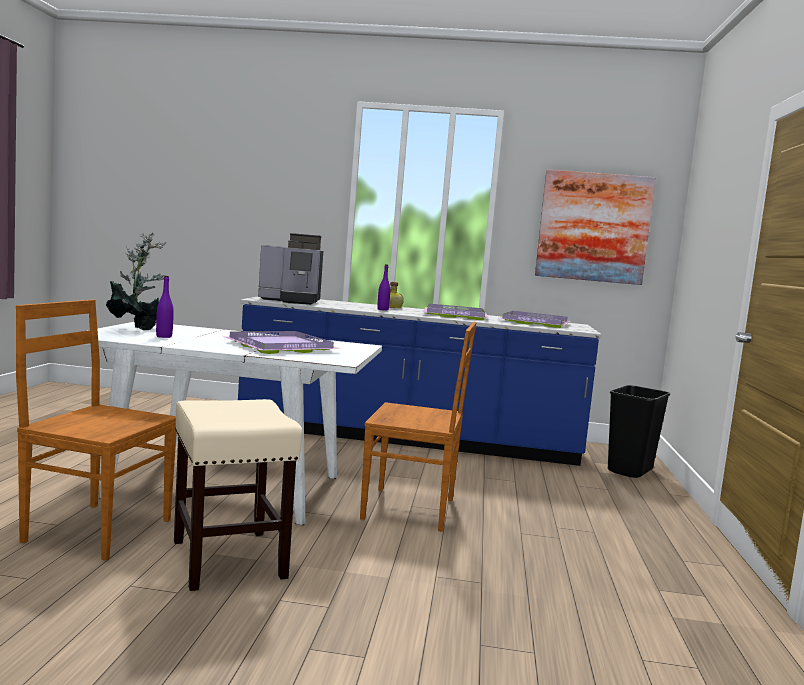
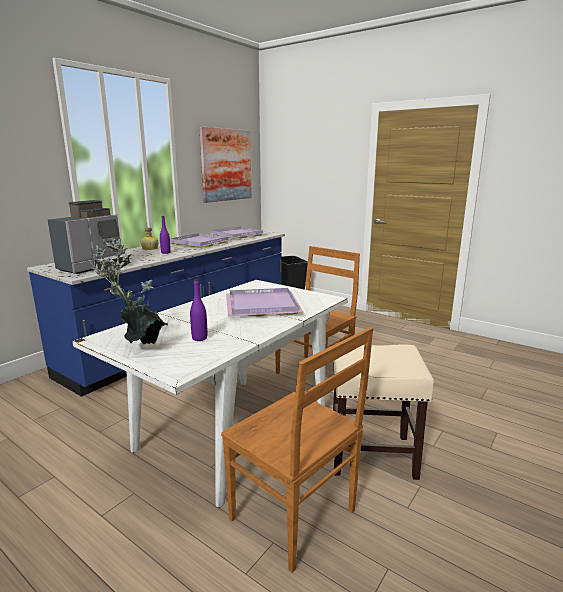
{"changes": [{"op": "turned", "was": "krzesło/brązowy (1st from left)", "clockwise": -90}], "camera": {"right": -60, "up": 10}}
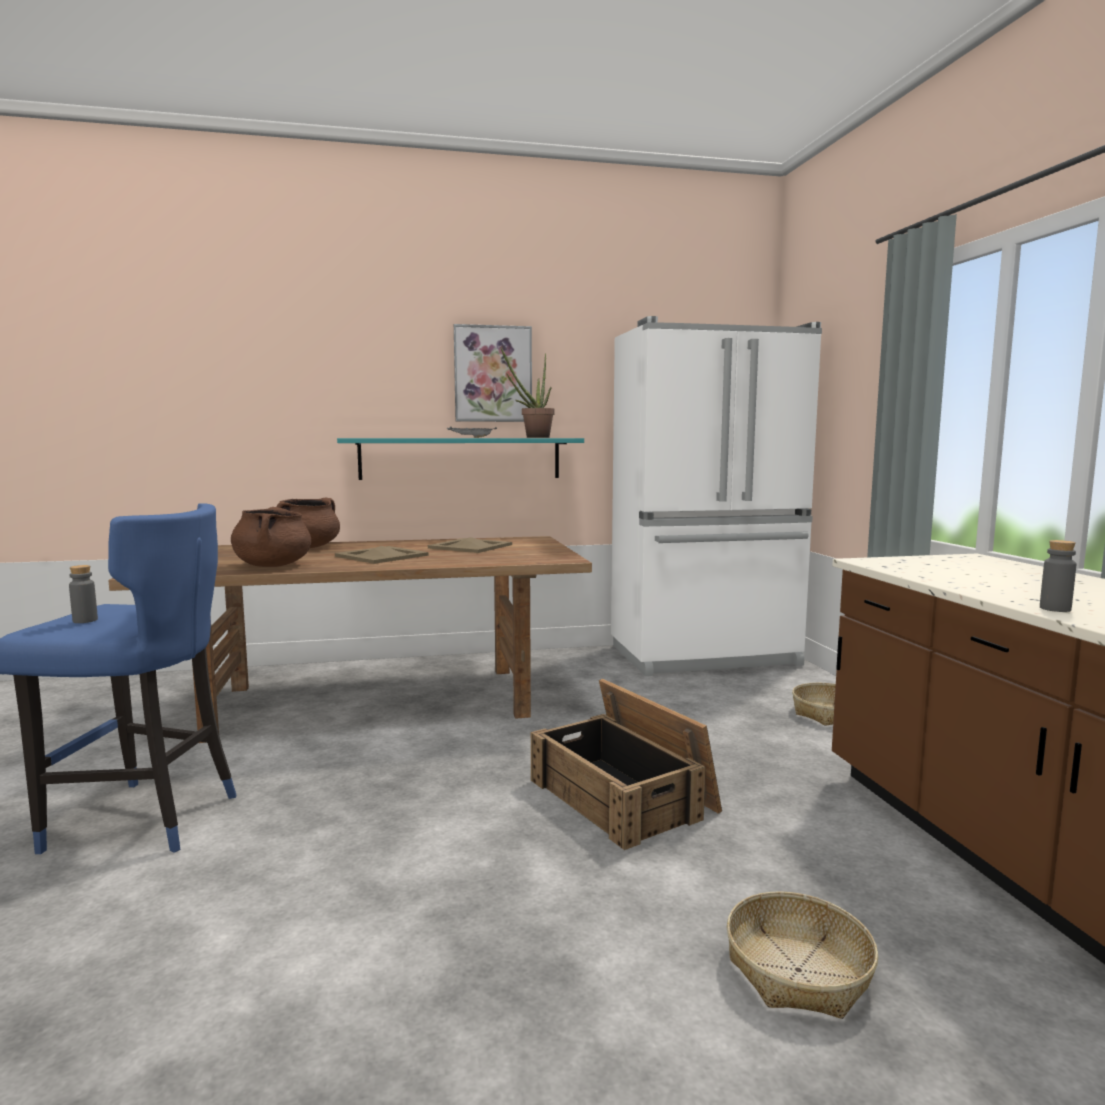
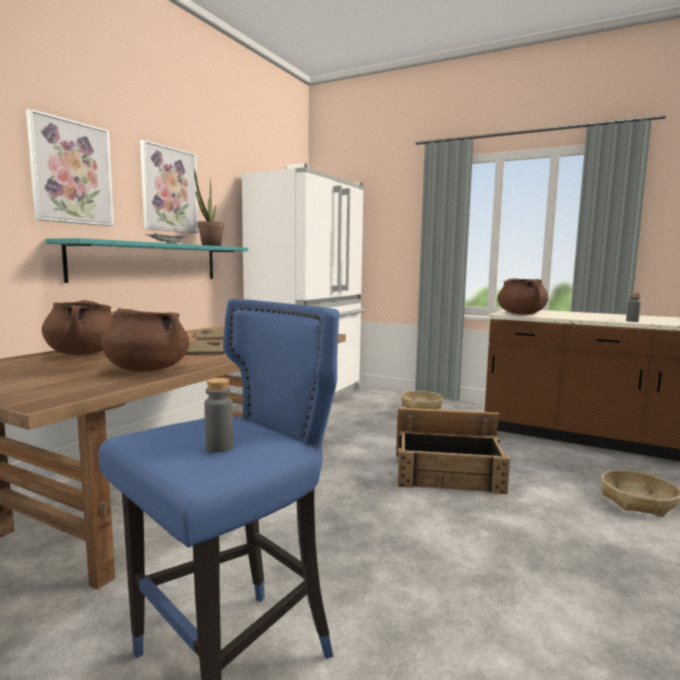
{"changes": [{"op": "added", "now": "obraz (1st from left)"}, {"op": "added", "now": "garnek/brązowy (3rd from left)"}], "camera": {"right": -50, "up": 0}}
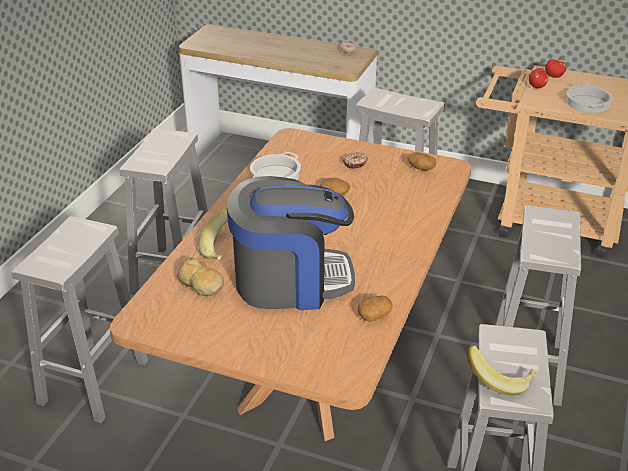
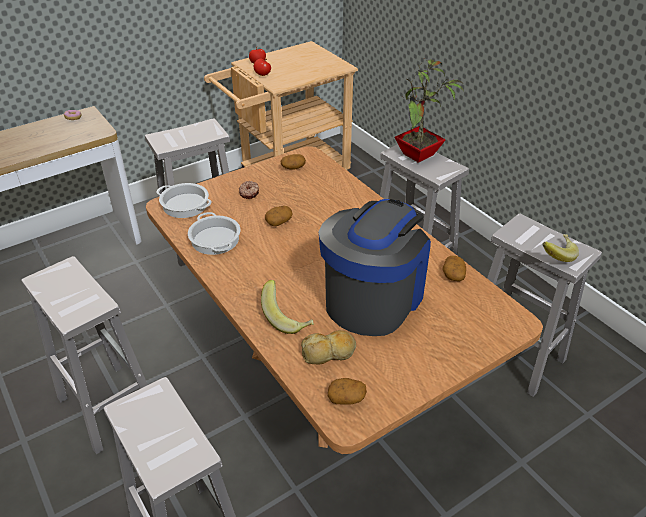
{"changes": [{"op": "moved", "was": "garnek (2nd from left in the first image)", "now": "garnek (1st from left)"}, {"op": "added", "now": "roślina doniczkowa"}, {"op": "added", "now": "ziemniak (3rd from left)"}], "camera": {"right": -55, "up": 5}}
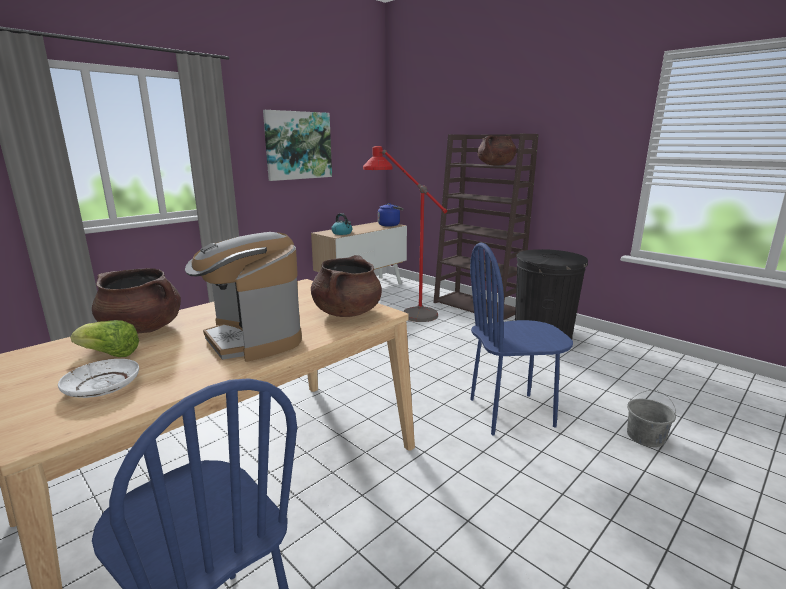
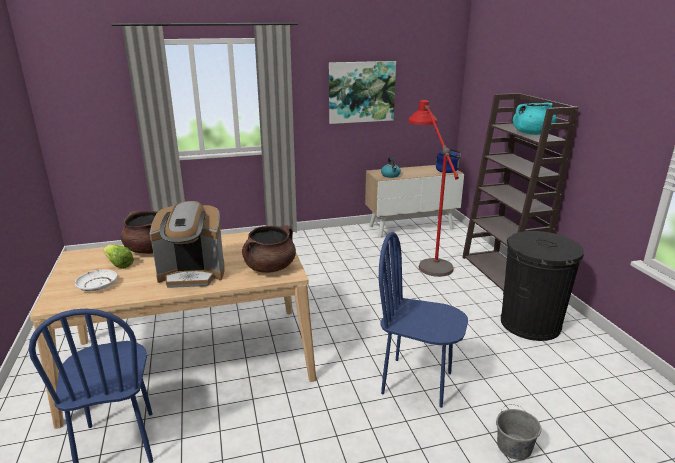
{"changes": [{"op": "recoloured", "was": "garnek/brązowy (3rd from left)", "now": "garnek/turkusowy"}, {"op": "turned", "was": "ekspres do kawy", "clockwise": -90}], "camera": {"right": 30, "up": 5}}
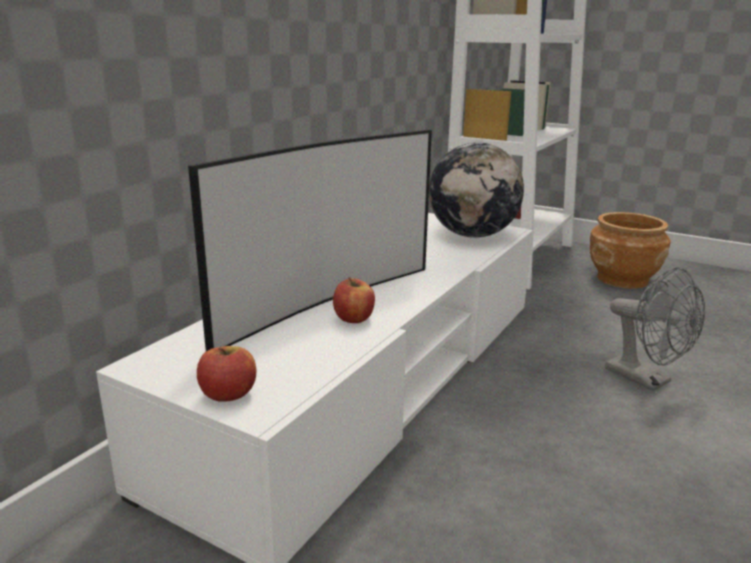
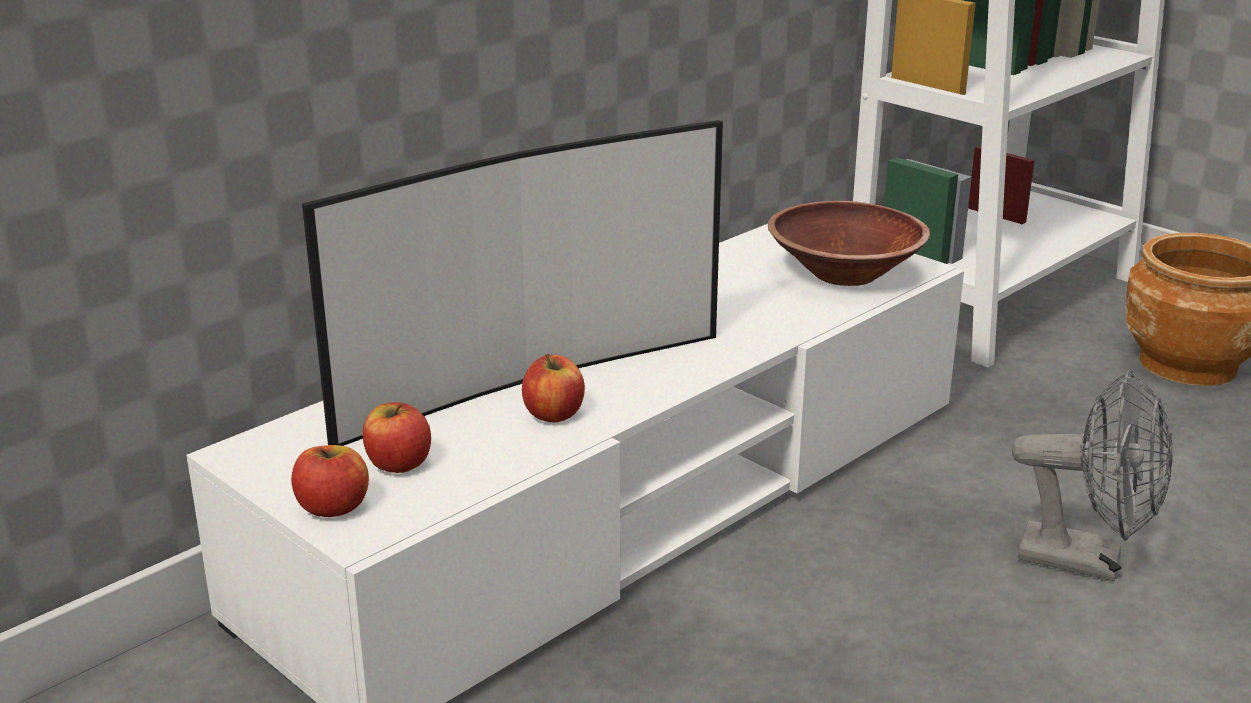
{"changes": [{"op": "replaced", "was": "globus", "now": "miska/brązowy"}, {"op": "turned", "was": "wentylator/szary", "clockwise": -45}, {"op": "added", "now": "jabłko (2nd from left)"}], "camera": {"right": 15, "up": 5}}
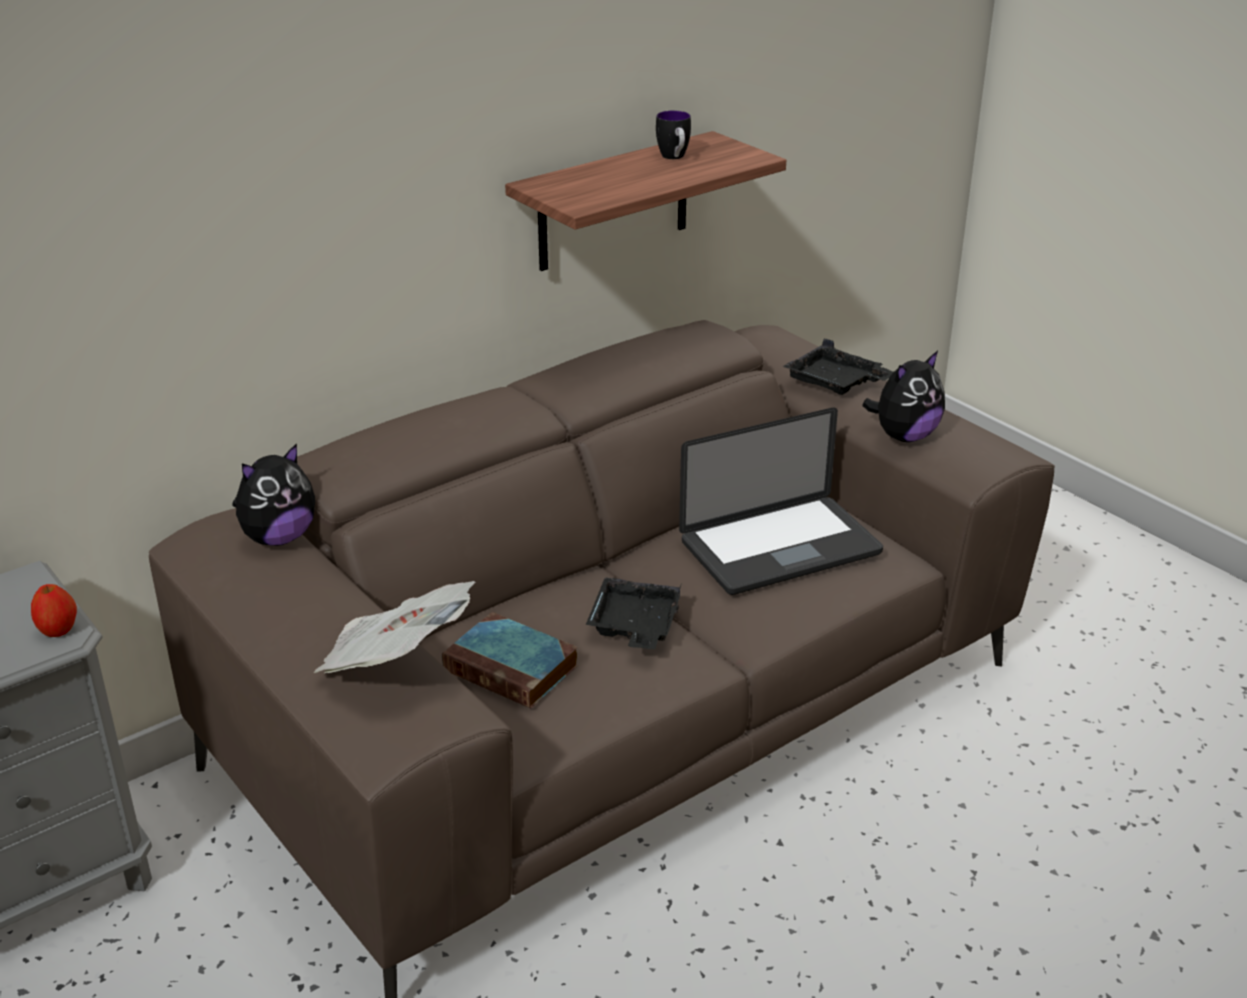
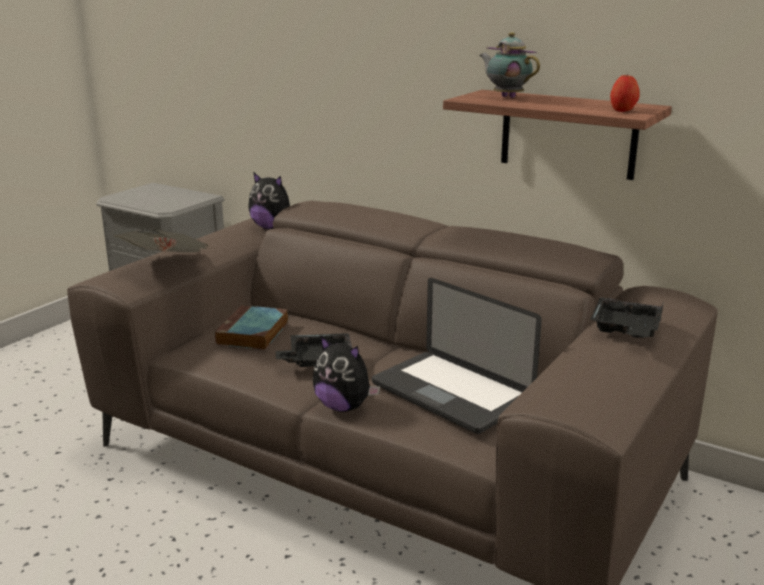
{"changes": [{"op": "removed", "was": "kubek"}, {"op": "moved", "was": "pluszak (2nd from left)"}, {"op": "moved", "was": "jabłko"}, {"op": "added", "now": "imbryk"}], "camera": {"right": 70, "up": -10}}
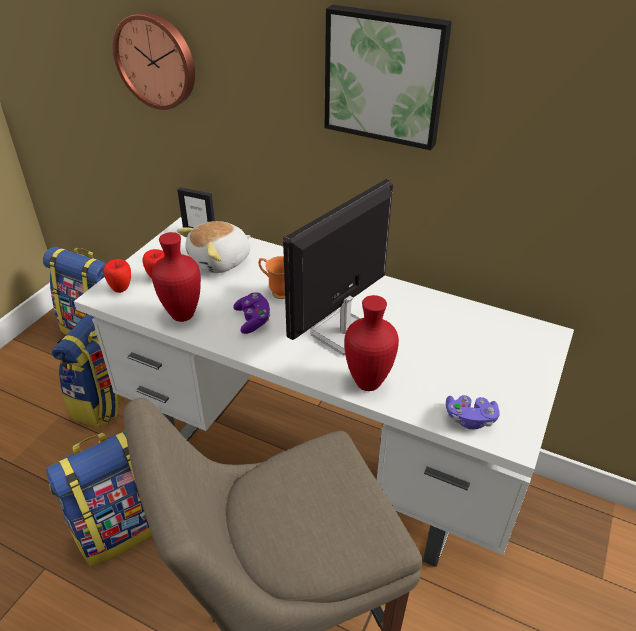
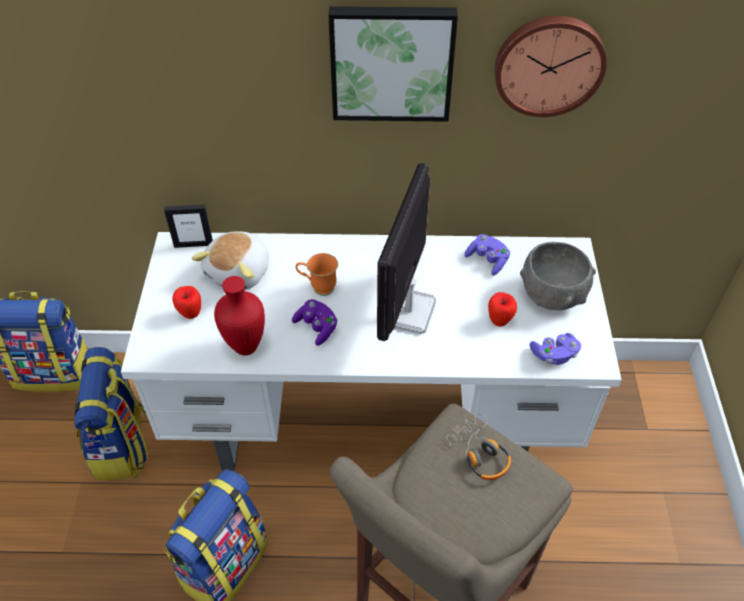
{"changes": [{"op": "moved", "was": "zegar ścienny"}, {"op": "moved", "was": "jabłko (1st from left in the first image)", "now": "jabłko (2nd from left)"}, {"op": "removed", "was": "wazon/czerwony (2nd from left)"}, {"op": "added", "now": "pad do gier/fioletowy (2nd from left)"}, {"op": "added", "now": "miska/szary"}, {"op": "added", "now": "słuchawki"}], "camera": {"right": -25, "up": 10}}
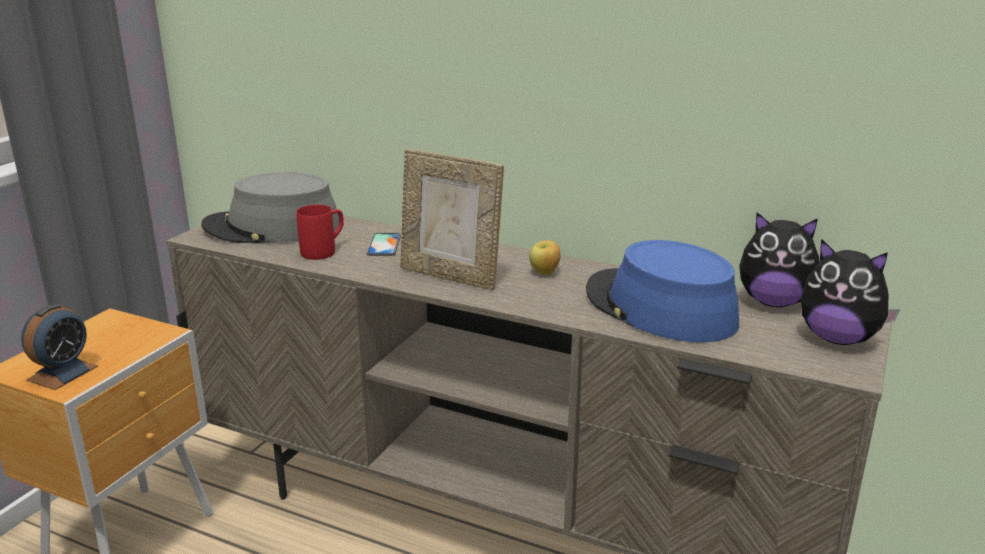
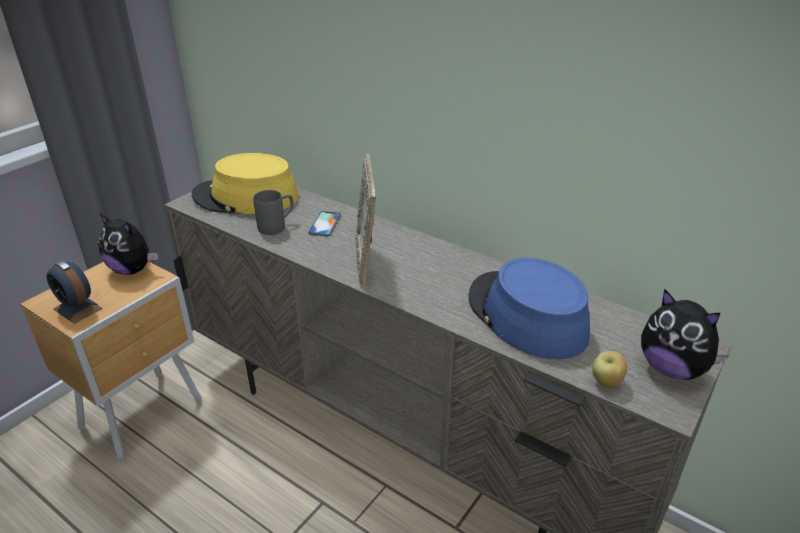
{"changes": [{"op": "turned", "was": "ramka na zdjęcie", "clockwise": 45}, {"op": "recoloured", "was": "kapelusz/szary", "now": "kapelusz/żółty"}, {"op": "recoloured", "was": "kubek/czerwony", "now": "kubek/szary"}, {"op": "moved", "was": "pluszak (1st from left)"}, {"op": "moved", "was": "jabłko"}, {"op": "turned", "was": "budzik", "clockwise": 90}], "camera": {"right": 10, "up": 10}}
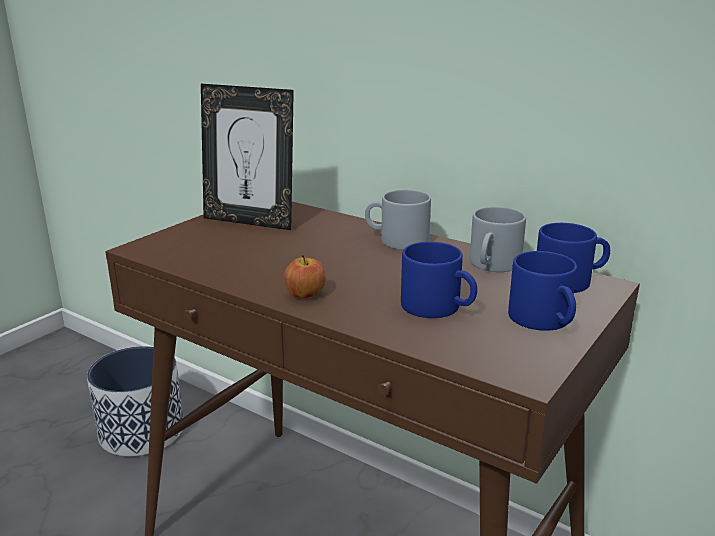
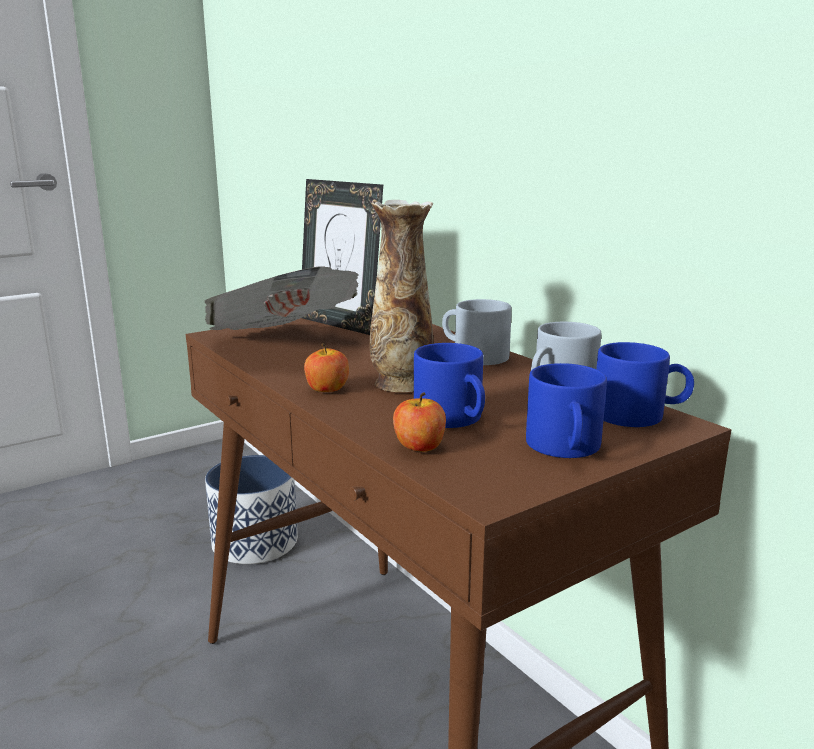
{"changes": [{"op": "added", "now": "wazon"}, {"op": "added", "now": "gazeta"}, {"op": "added", "now": "jabłko (2nd from left)"}], "camera": {"right": 20, "up": -5}}
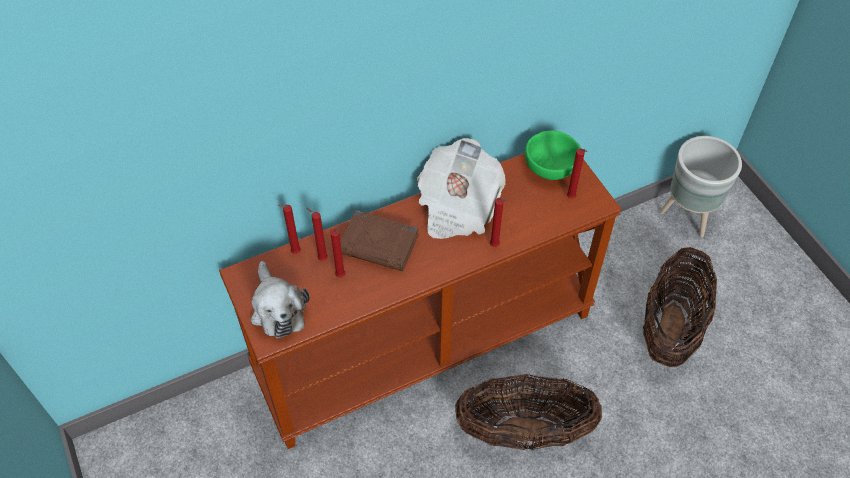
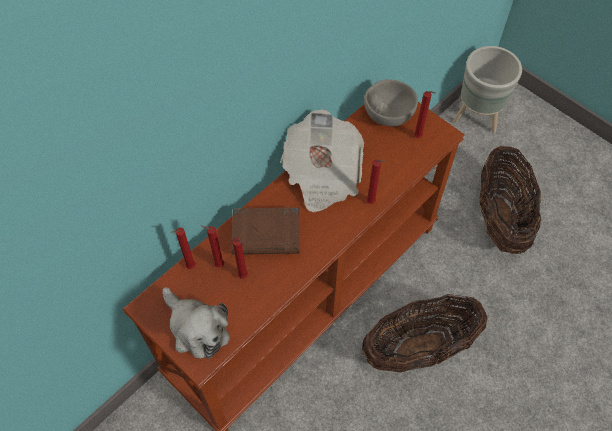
{"changes": [{"op": "recoloured", "was": "miska/zielony", "now": "miska/szary"}], "camera": {"right": -20, "up": 5}}
